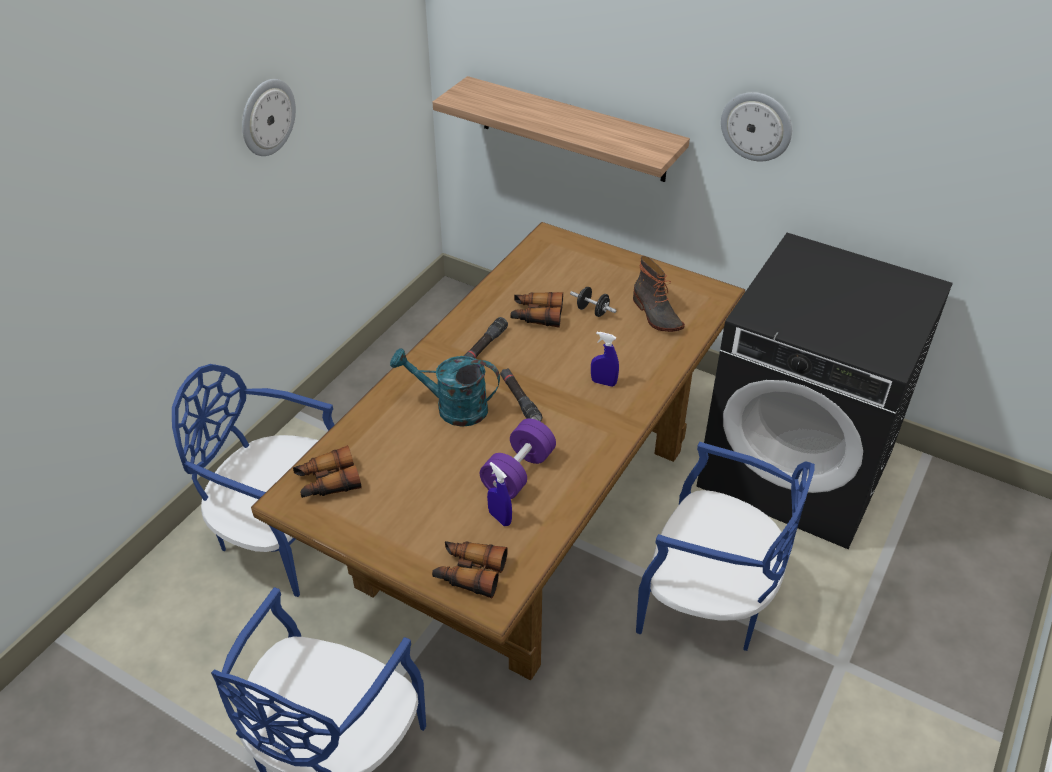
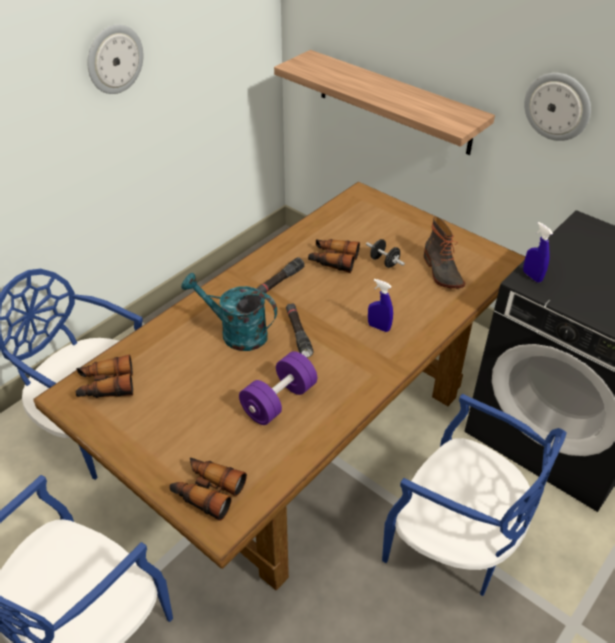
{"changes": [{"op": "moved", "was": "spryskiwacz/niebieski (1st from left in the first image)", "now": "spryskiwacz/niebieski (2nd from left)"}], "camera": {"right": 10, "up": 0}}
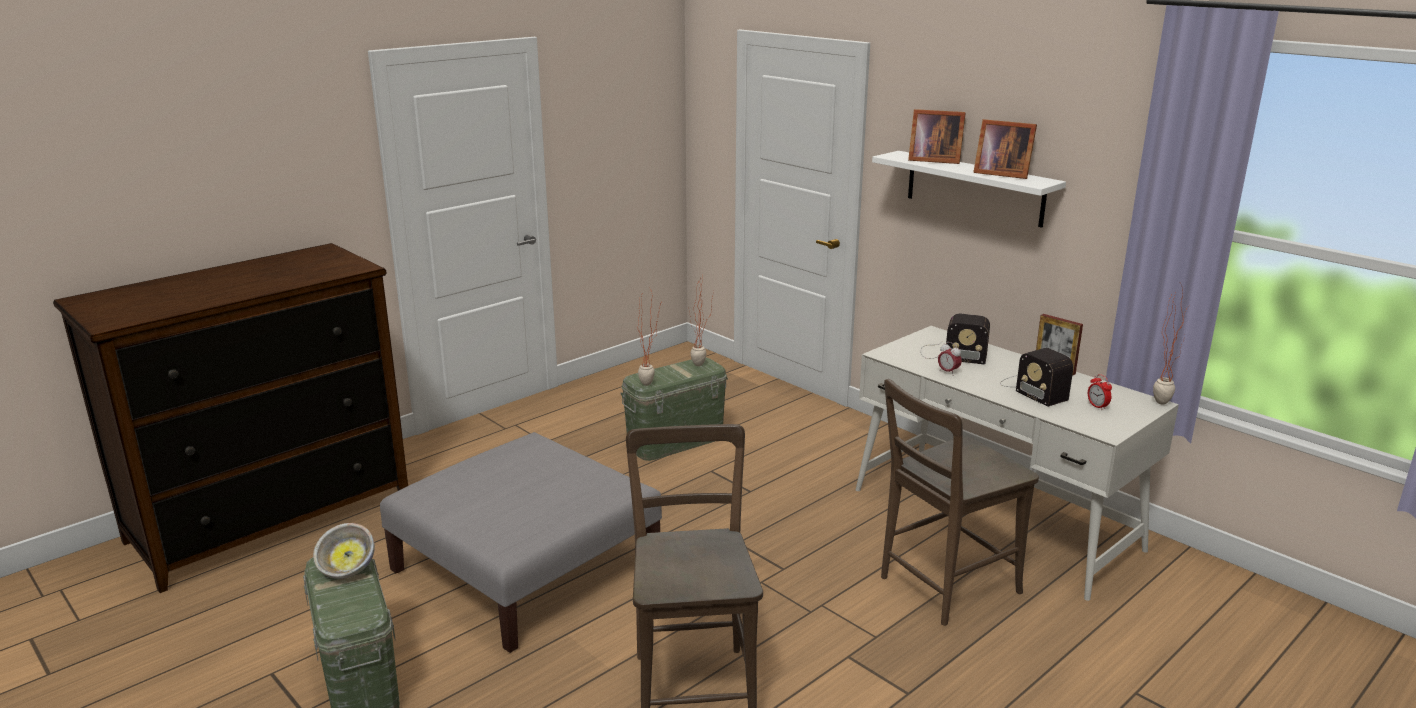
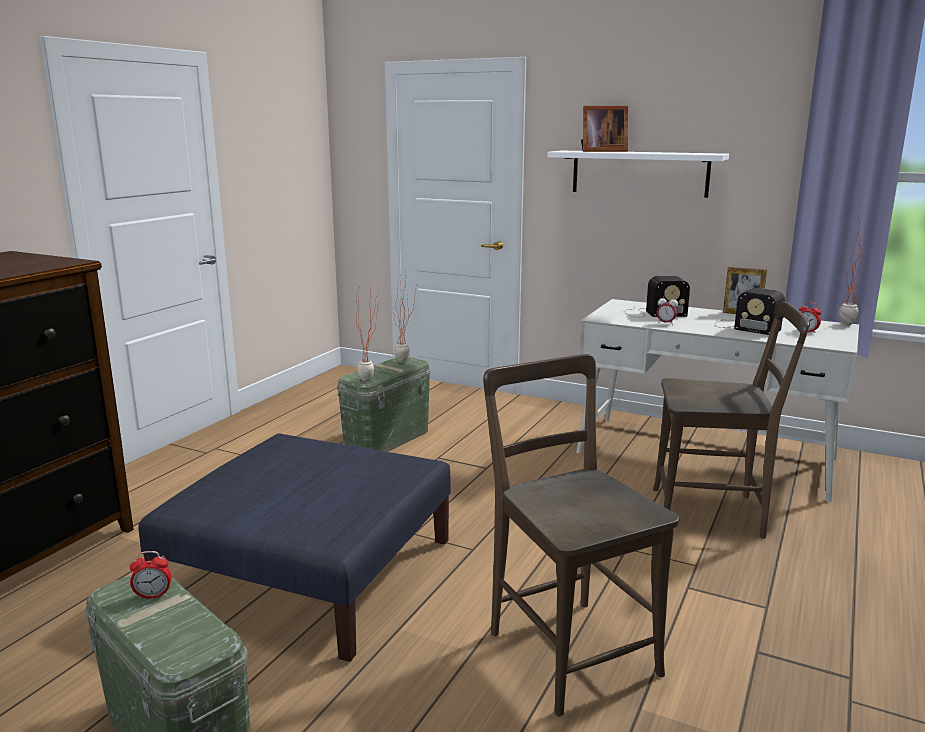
{"changes": [{"op": "removed", "was": "ramka na zdjęcie (2nd from left)"}, {"op": "turned", "was": "krzesło/brązowy (2nd from left)", "clockwise": -120}, {"op": "recoloured", "was": "pufa/szary", "now": "pufa/niebieski"}, {"op": "replaced", "was": "miska", "now": "budzik (1st from left)"}], "camera": {"right": -20, "up": -5}}
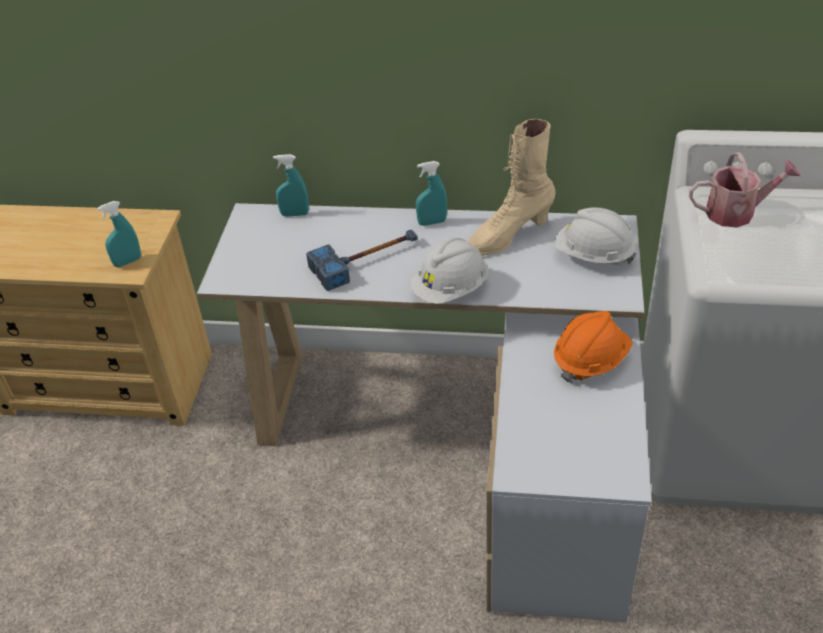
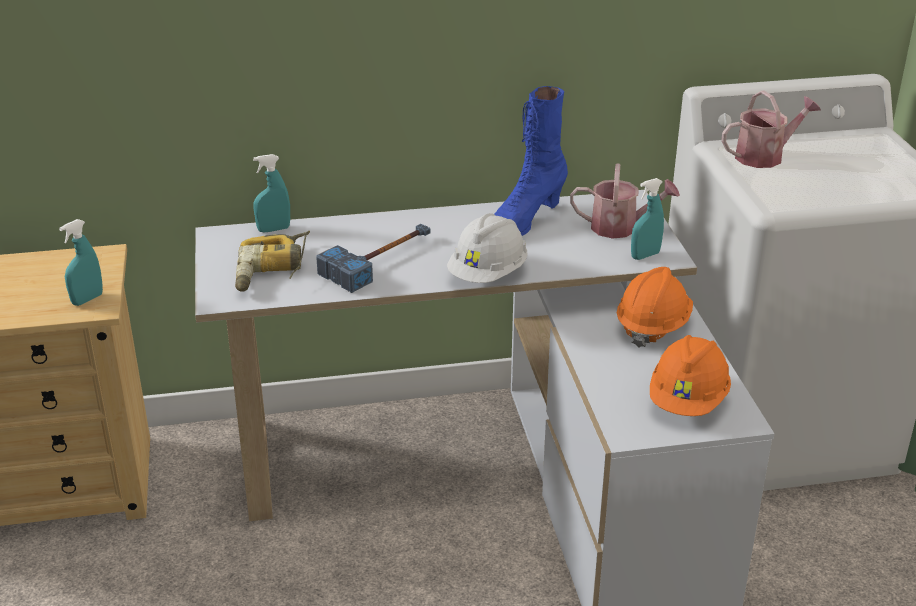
{"changes": [{"op": "recoloured", "was": "but z cholewką/beżowy", "now": "but z cholewką/niebieski"}, {"op": "moved", "was": "spryskiwacz/turkusowy (3rd from left)"}, {"op": "replaced", "was": "kask/biały (2nd from left)", "now": "konewka (1st from left)"}, {"op": "added", "now": "wiertarka"}, {"op": "added", "now": "kask/pomarańczowy (2nd from left)"}], "camera": {"right": -20, "up": -10}}
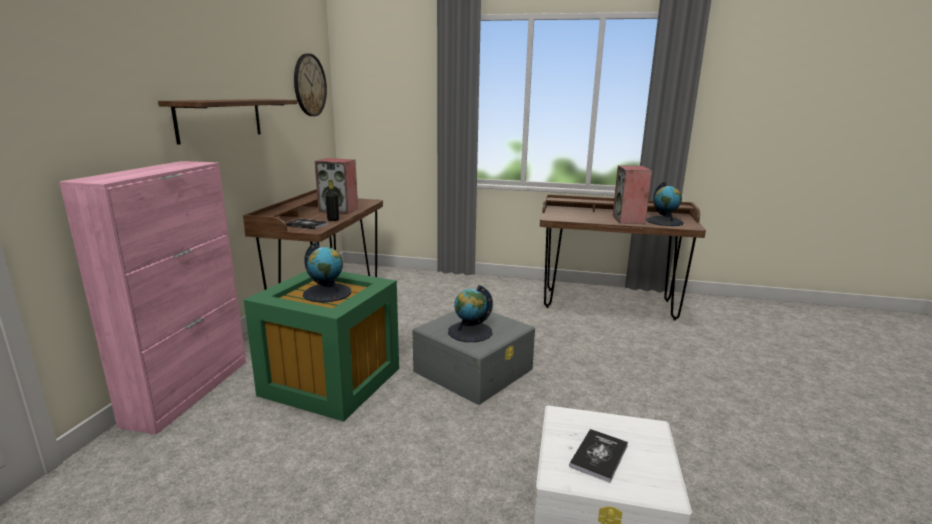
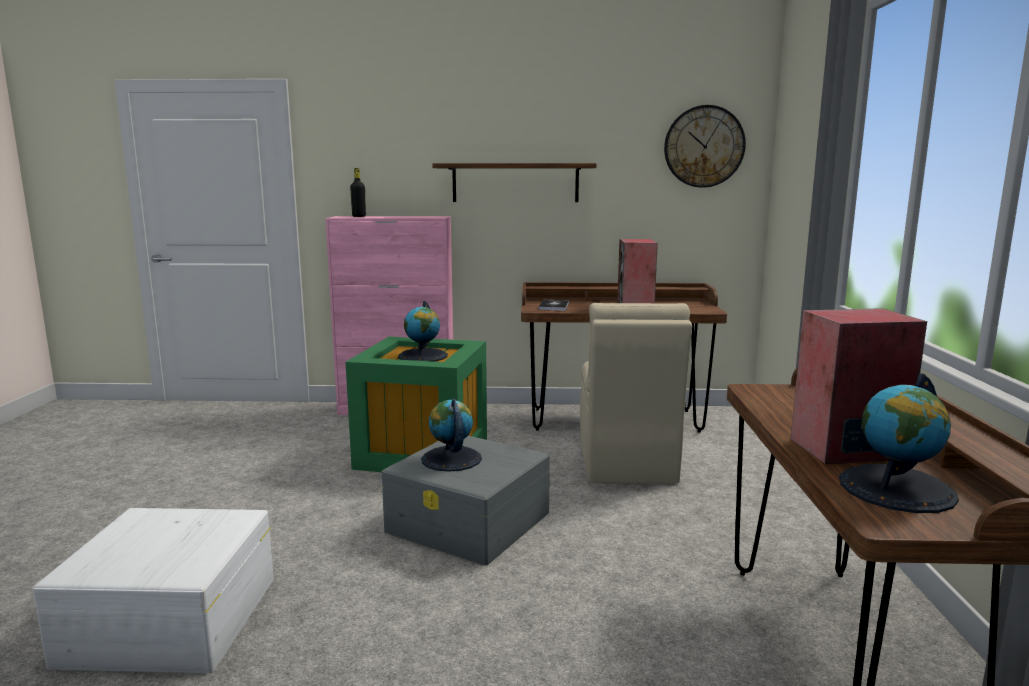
{"changes": [{"op": "moved", "was": "butelka/czarny"}, {"op": "removed", "was": "książka (2nd from left)"}, {"op": "added", "now": "krzesło/beżowy"}], "camera": {"right": 80, "up": -5}}
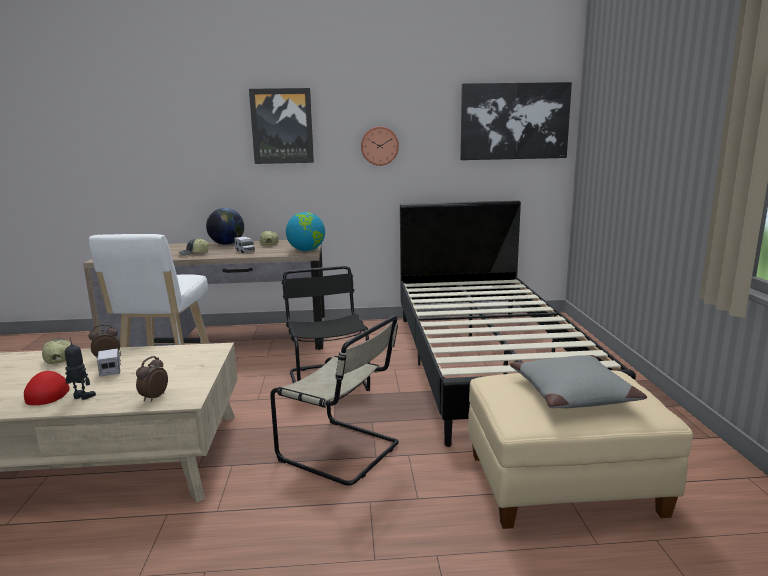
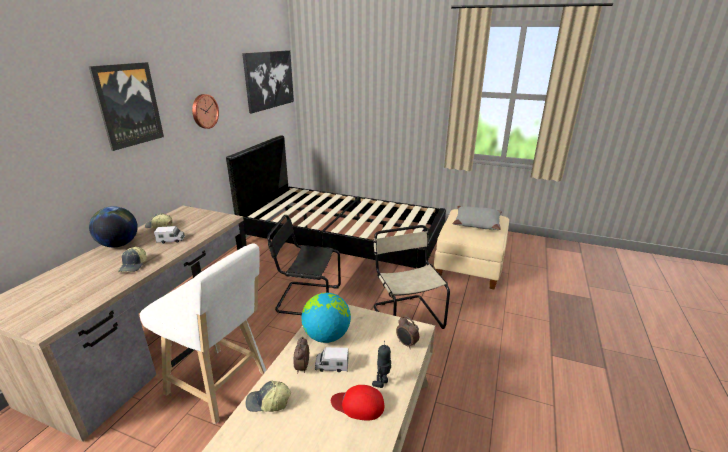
{"changes": [{"op": "moved", "was": "globus (2nd from left)"}, {"op": "turned", "was": "krzesło/beżowy", "clockwise": -75}], "camera": {"right": -65, "up": 10}}
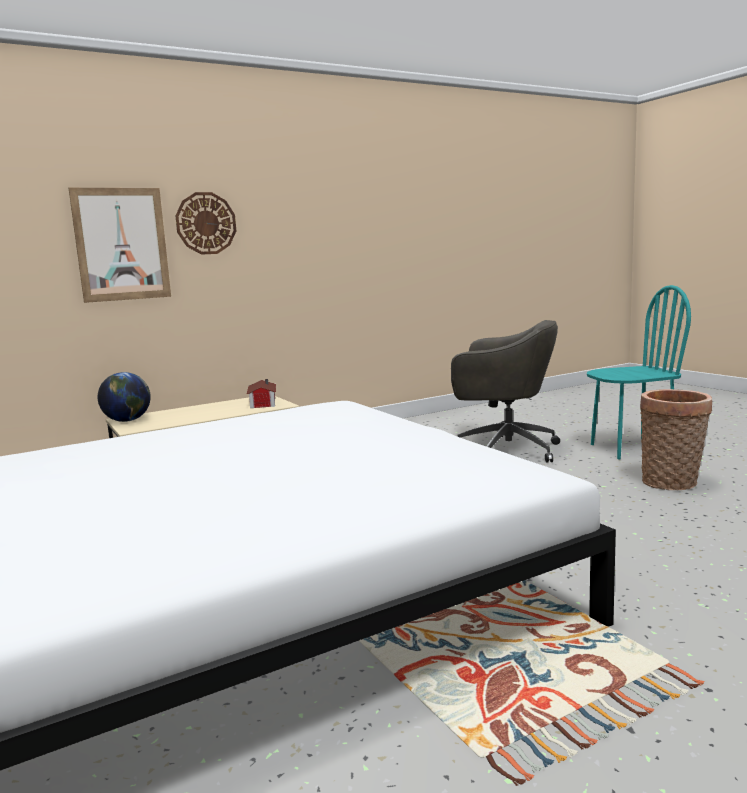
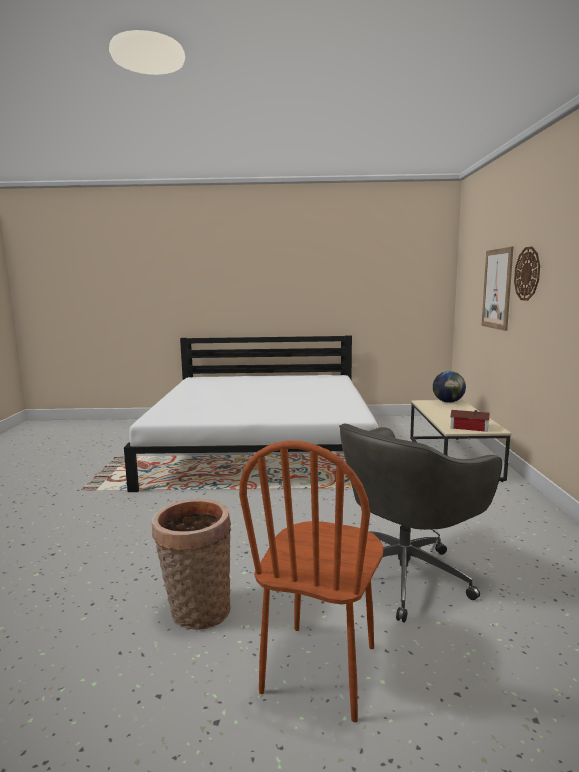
{"changes": [{"op": "recoloured", "was": "krzesło/turkusowy", "now": "krzesło/brązowy"}], "camera": {"right": 120, "up": 0}}
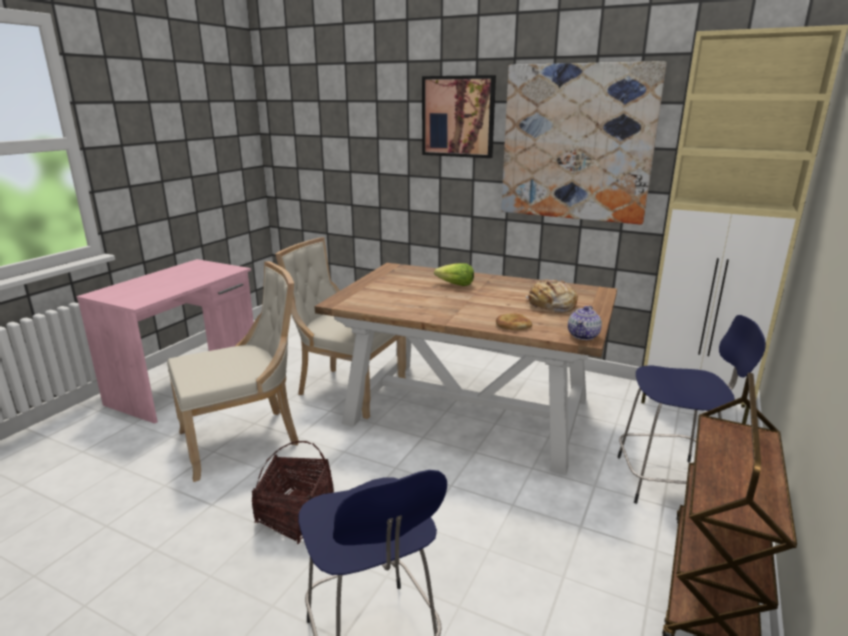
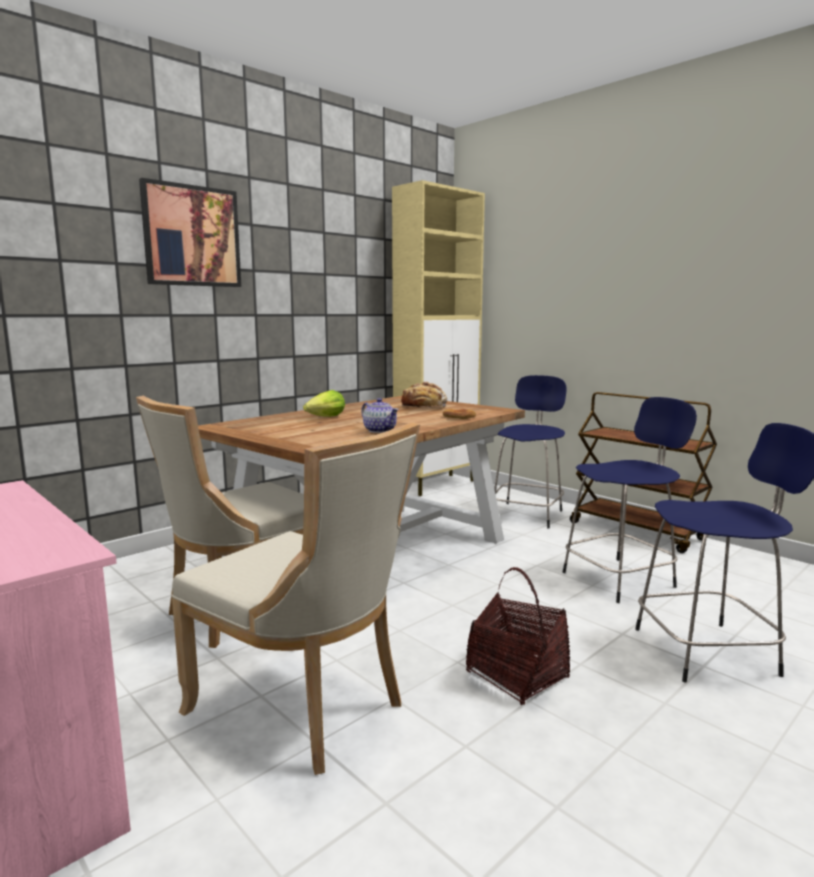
{"changes": [{"op": "removed", "was": "obraz (2nd from left)"}, {"op": "turned", "was": "krzesło/beżowy (1st from left in the first image)", "clockwise": 135}, {"op": "moved", "was": "imbryk"}, {"op": "added", "now": "stołek/niebieski (2nd from left)"}], "camera": {"right": -70, "up": -10}}
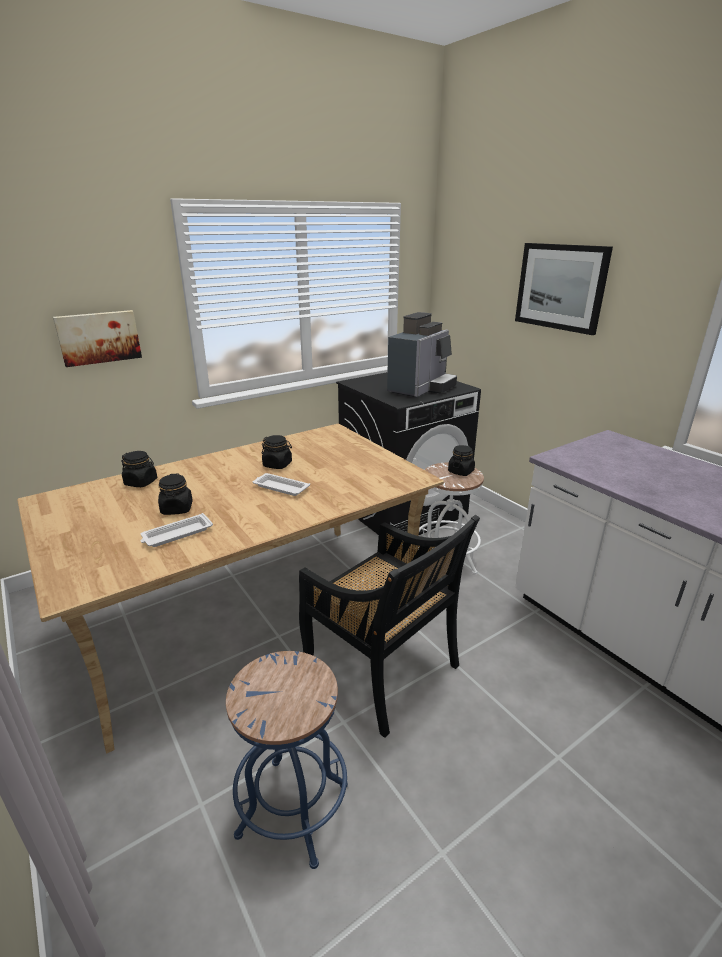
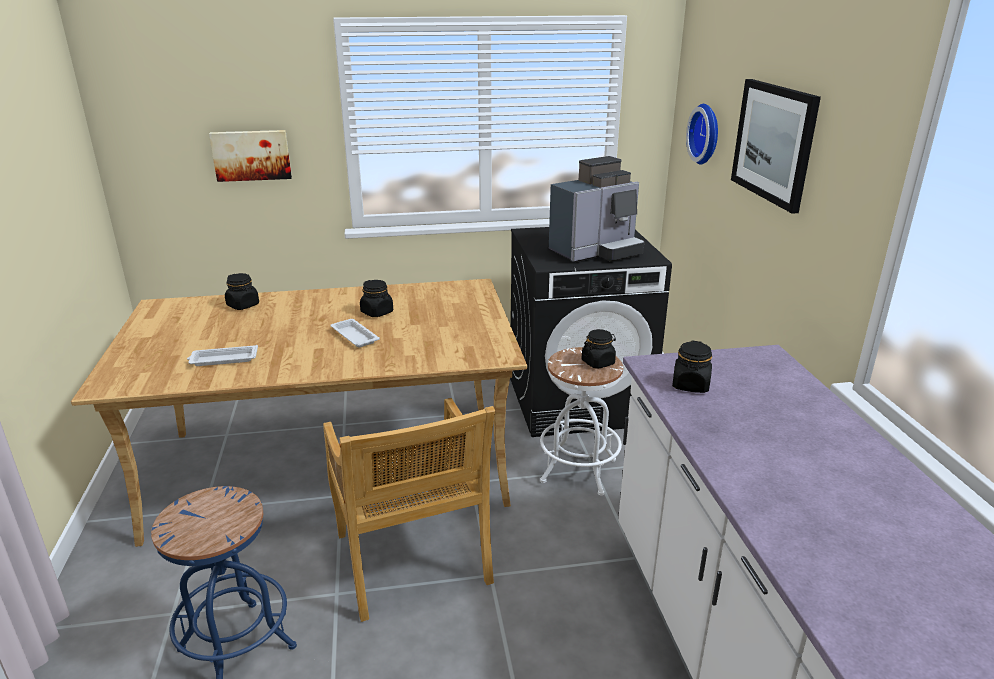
{"changes": [{"op": "moved", "was": "słoik/czarny (2nd from left in the first image)", "now": "słoik/czarny (4th from left)"}, {"op": "recoloured", "was": "krzesło/czarny", "now": "krzesło/beżowy"}, {"op": "added", "now": "zegar ścienny"}], "camera": {"right": 25, "up": 0}}
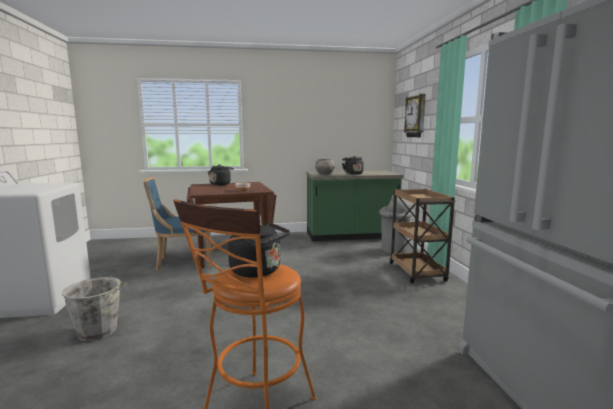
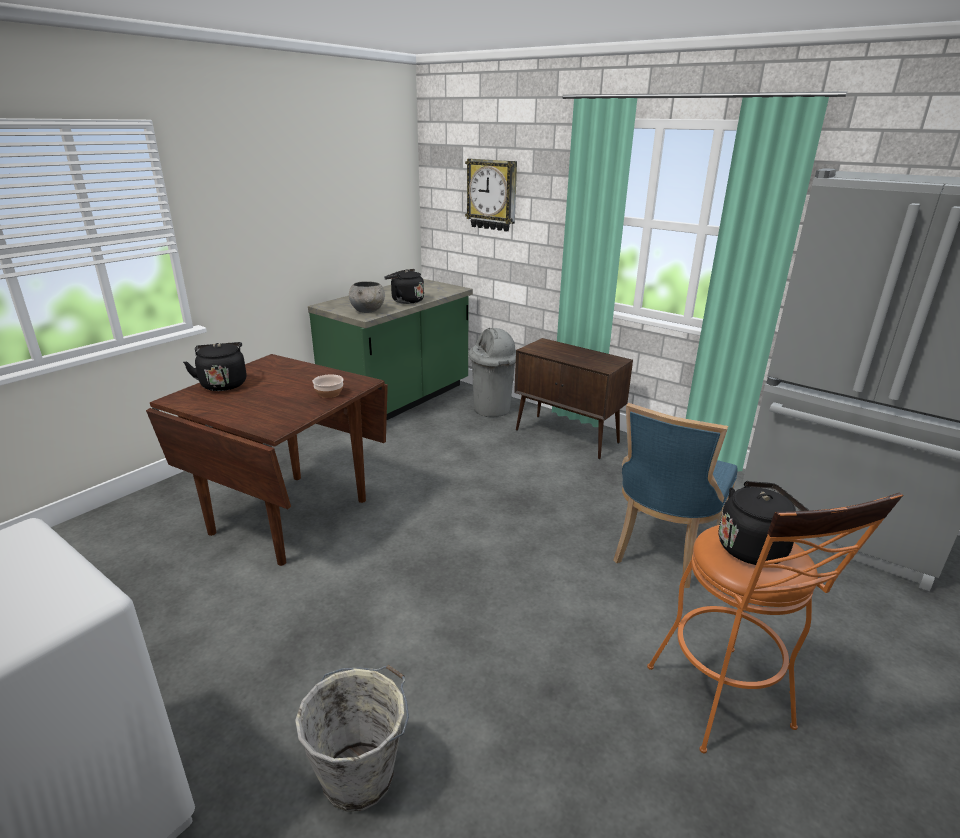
{"changes": [{"op": "moved", "was": "krzesło/niebieski"}, {"op": "replaced", "was": "wózek/brązowy", "now": "szafka/brązowy"}], "camera": {"right": -45, "up": 15}}
